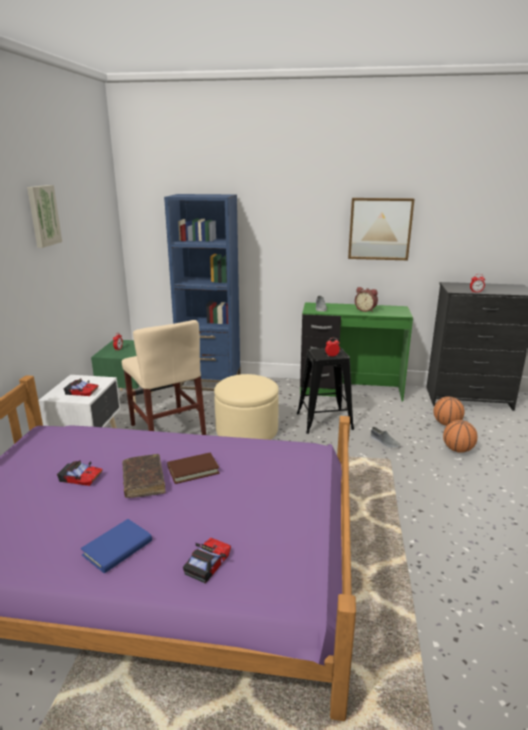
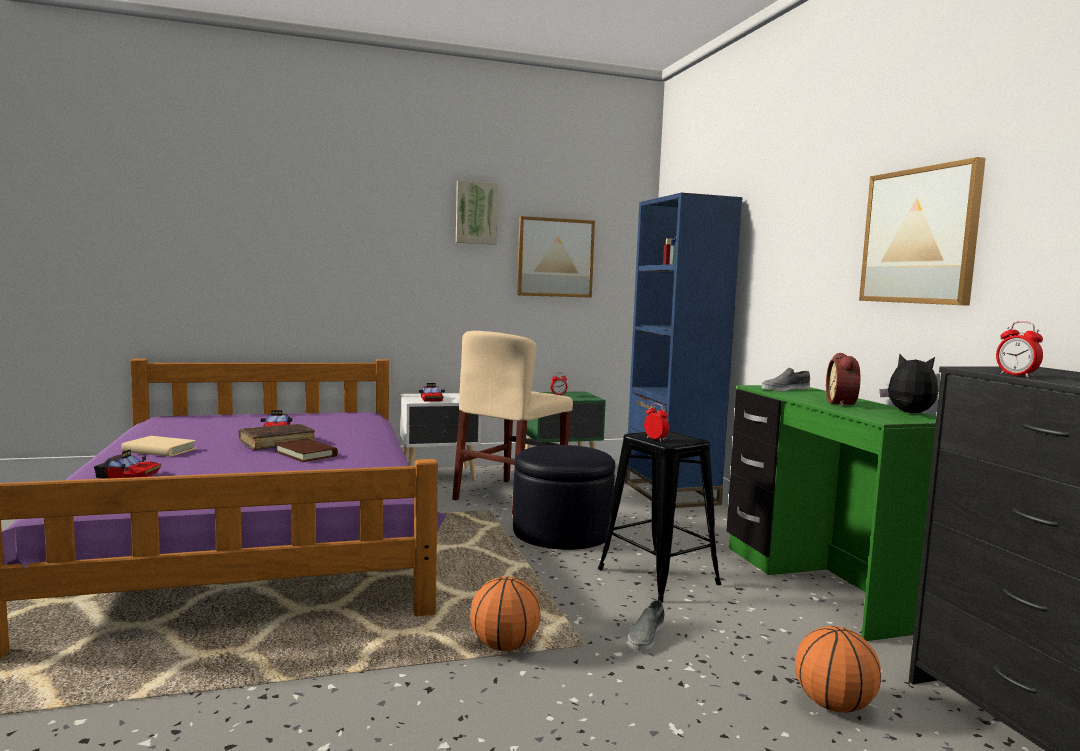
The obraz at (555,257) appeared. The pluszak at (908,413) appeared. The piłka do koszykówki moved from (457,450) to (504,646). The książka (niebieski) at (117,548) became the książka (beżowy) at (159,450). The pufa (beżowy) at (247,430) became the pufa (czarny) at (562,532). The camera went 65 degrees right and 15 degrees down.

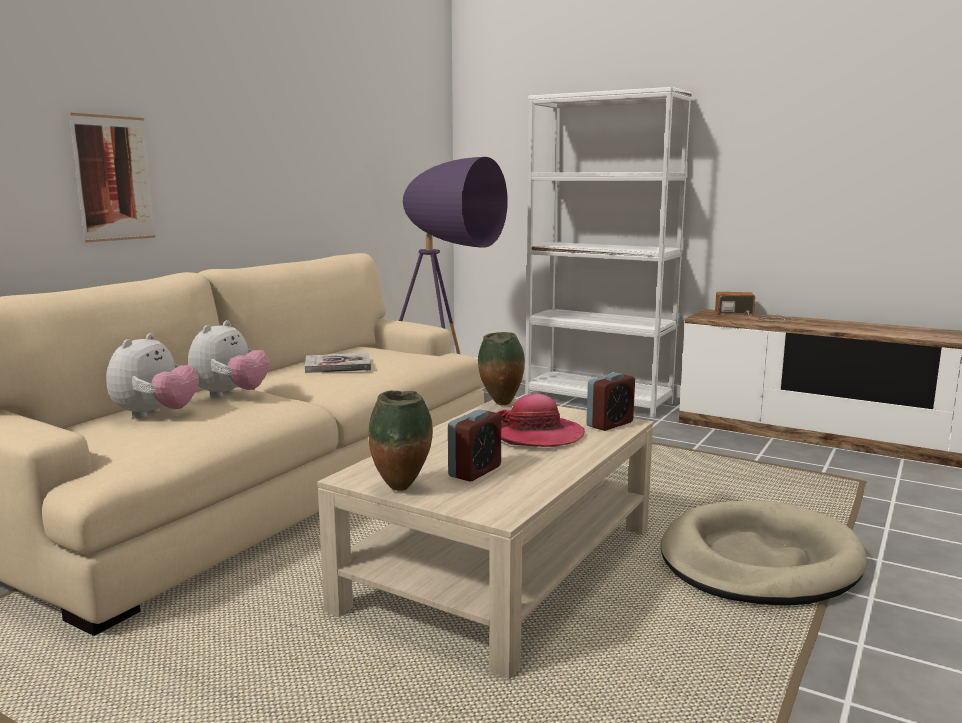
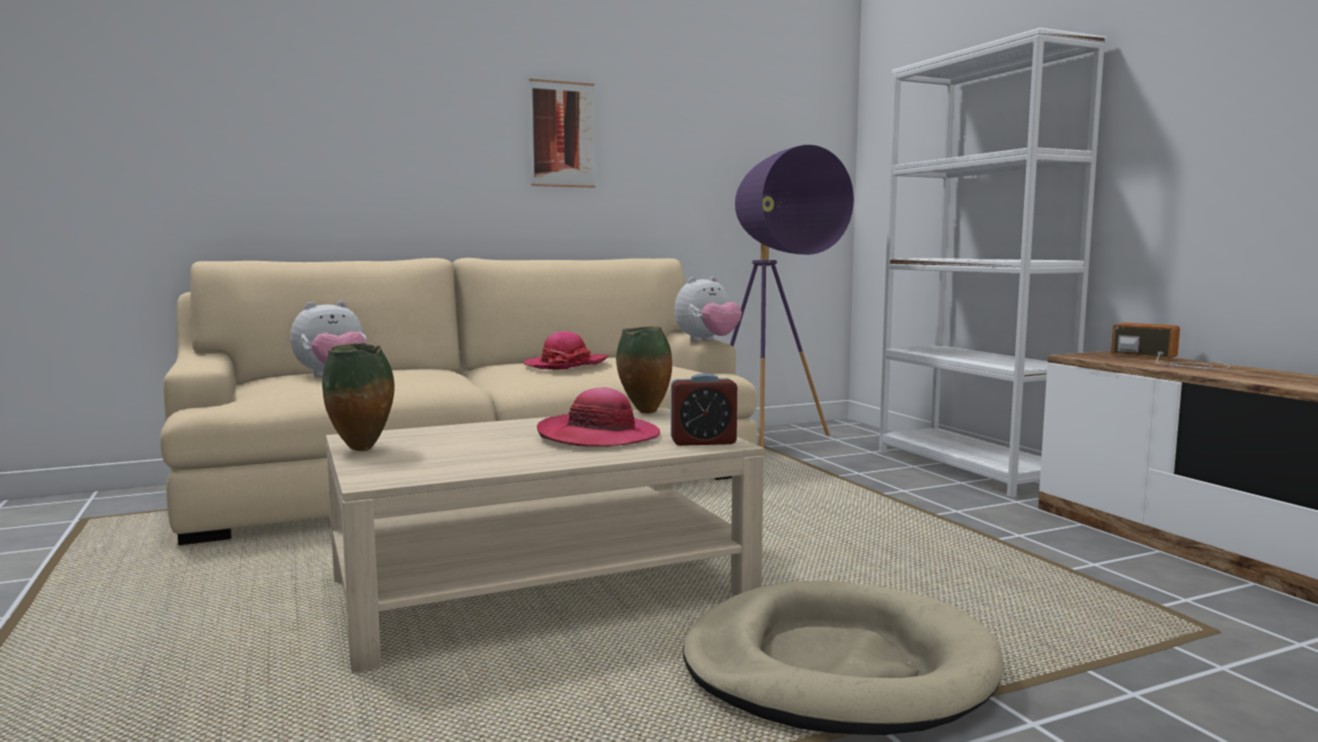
The budzik at (475,471) disappeared. The obraz moved from (113,178) to (562,134). The pluszak moved from (230,395) to (707,341). The książka at (338,365) was replaced by the kapelusz at (566,365). The camera went 35 degrees right and 5 degrees down.

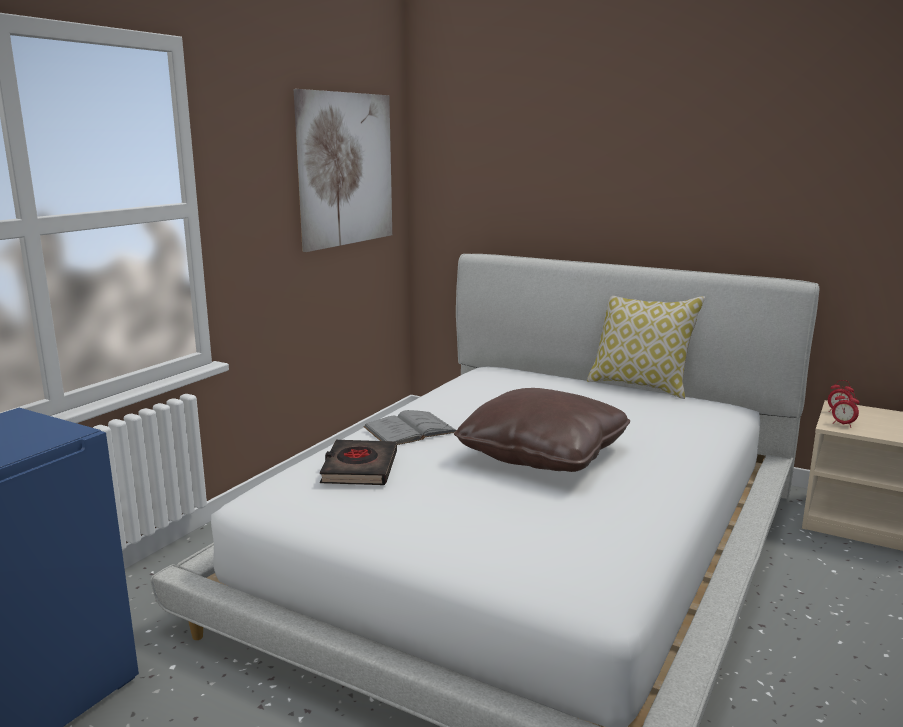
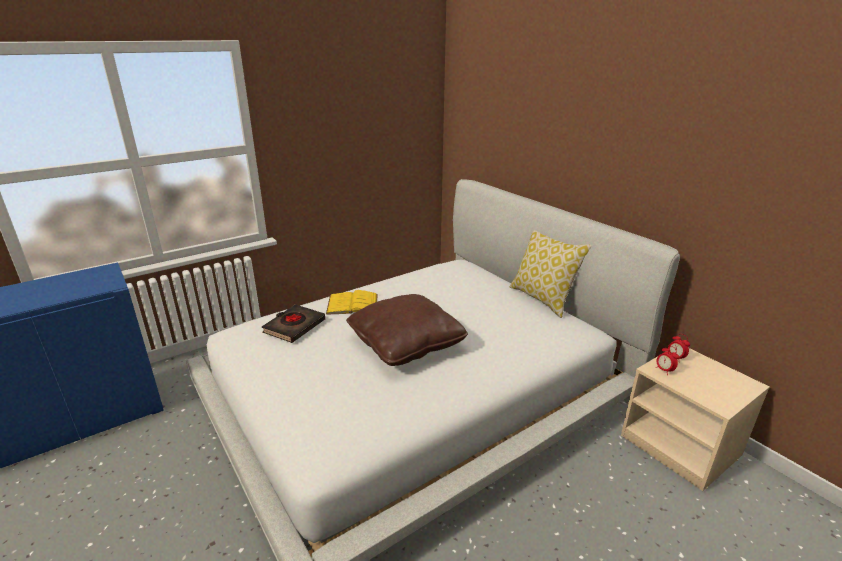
The obraz at (346,169) disappeared. The książka (szary) at (410,429) became the książka (żółty) at (352,304). The camera went 25 degrees right and 10 degrees up.

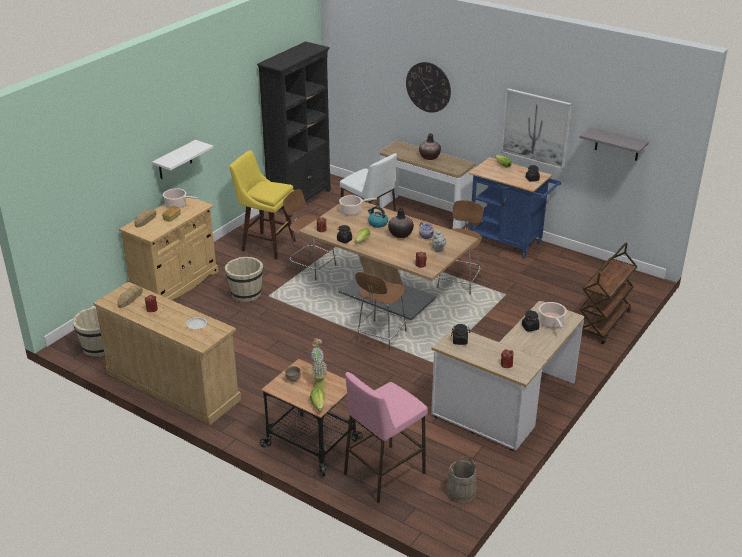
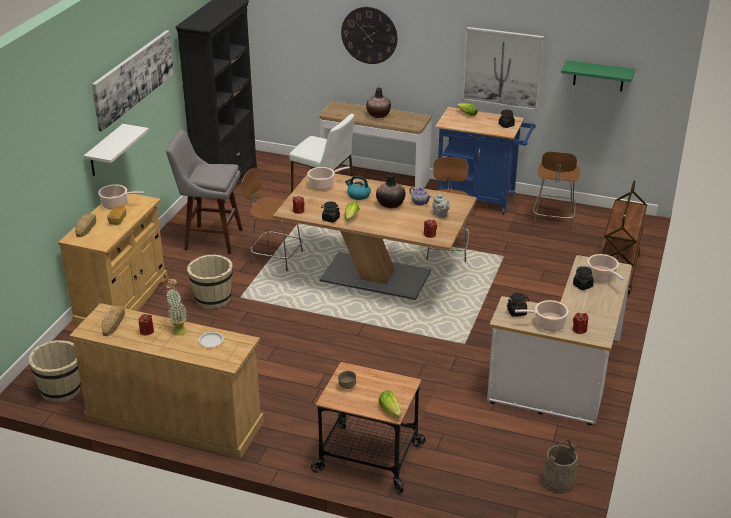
The stołek (różowy) at (384,473) disappeared. The obraz at (133,78) appeared. The garnek at (547,324) appeared. The roślina doniczkowa moved from (319,382) to (178,329). The krzesło (brązowy) moved from (380,337) to (553,219). The stołek (żółty) at (266,245) became the stołek (szary) at (210,239). The półka (szary) at (617,144) became the półka (zielony) at (598,76). The camera went 15 degrees left and 0 degrees up.

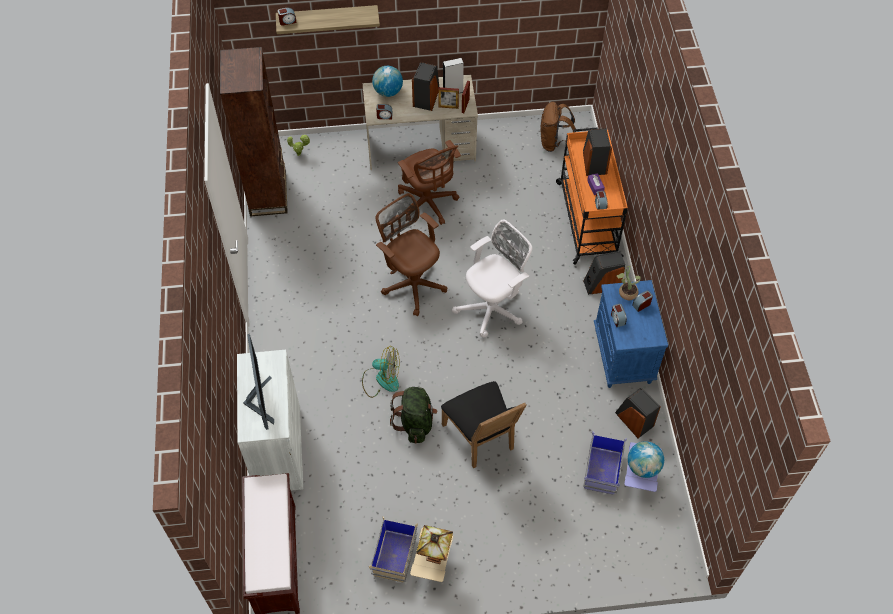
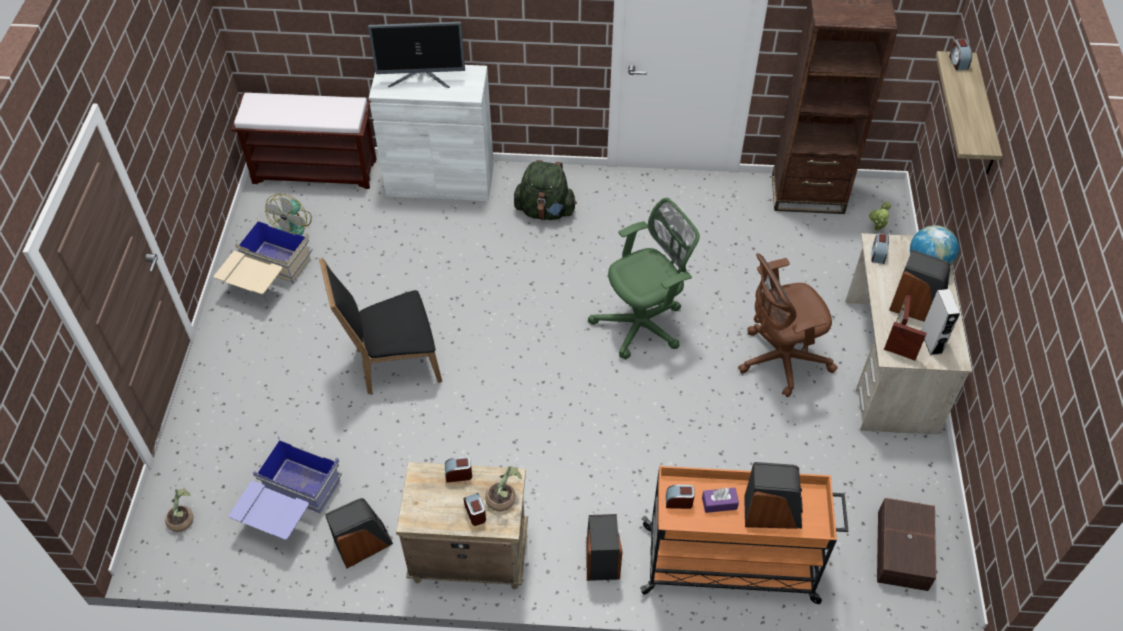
The lampa stołowa at (434,554) disappeared. The krzesło biurowe (biały) at (493,308) disappeared. The globus at (643,467) disappeared. The roślina doniczkowa at (183,518) appeared. The wentylator moved from (381,379) to (292,226). The plecak (zielony) moved from (415,422) to (545,211). The plecak (brązowy) at (554,142) was replaced by the pojemnik do przechowywania (brązowy) at (901,551). The krzesło biurowe (brązowy) at (412,283) became the krzesło biurowe (zielony) at (643,324). The szafka nocna (niebieski) at (623,357) became the szafka nocna (beżowy) at (468,556). The camera went 100 degrees right and 5 degrees down.

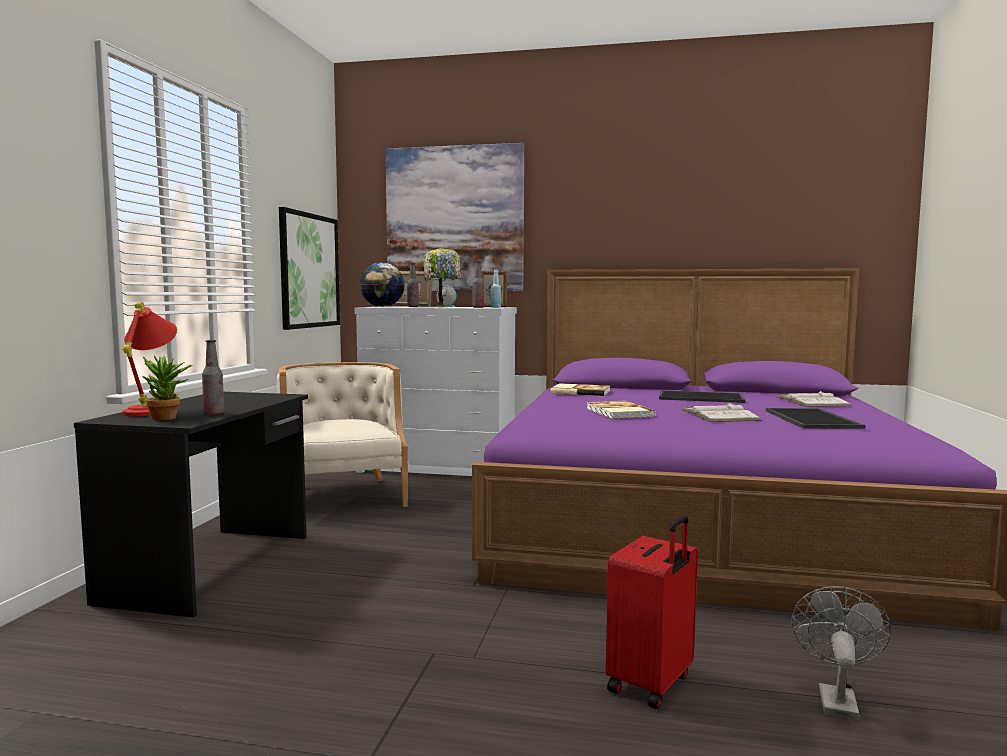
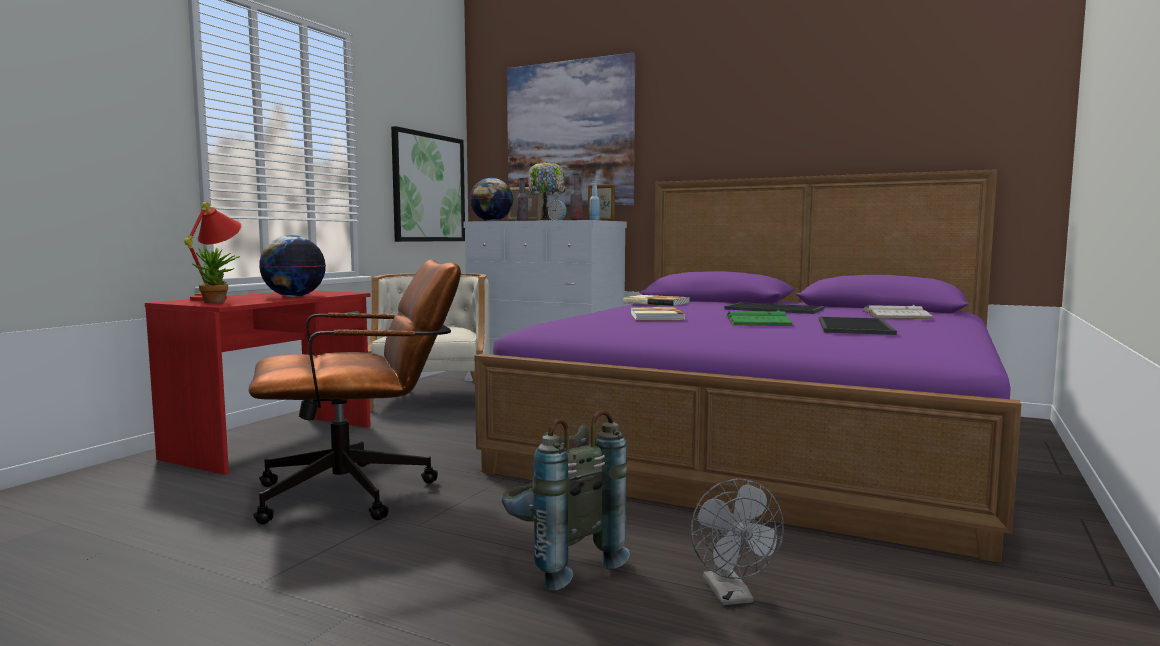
The butelka at (214,414) disappeared. The krzesło biurowe (brązowy) at (361,492) appeared. The globus at (294,296) appeared. The walizka (czerwony) at (652,684) was replaced by the plecak (szary) at (558,562). The biurko (czarny) at (213,567) became the biurko (czerwony) at (274,442). The książka (biały) at (719,415) became the książka (zielony) at (757,321). The wentylator (szary) at (835,698) turned 135 degrees clockwise. The camera went 15 degrees right and 0 degrees up.

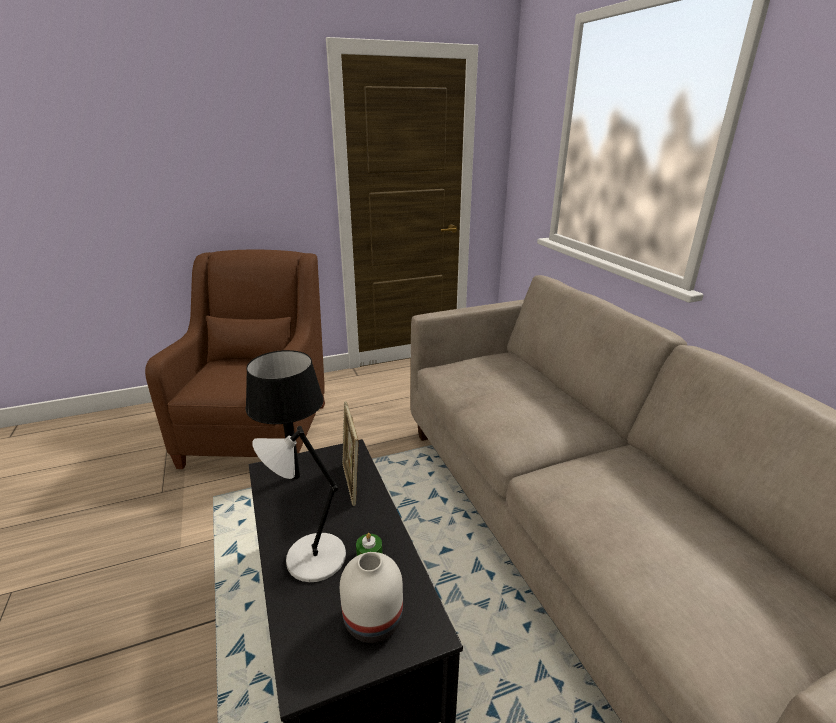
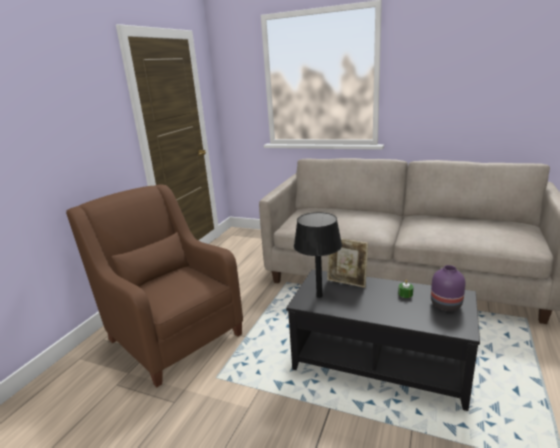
The lampa stołowa (szary) at (312,559) disappeared. The wazon (biały) at (373,619) became the wazon (fioletowy) at (445,304). The camera went 45 degrees left and 5 degrees down.

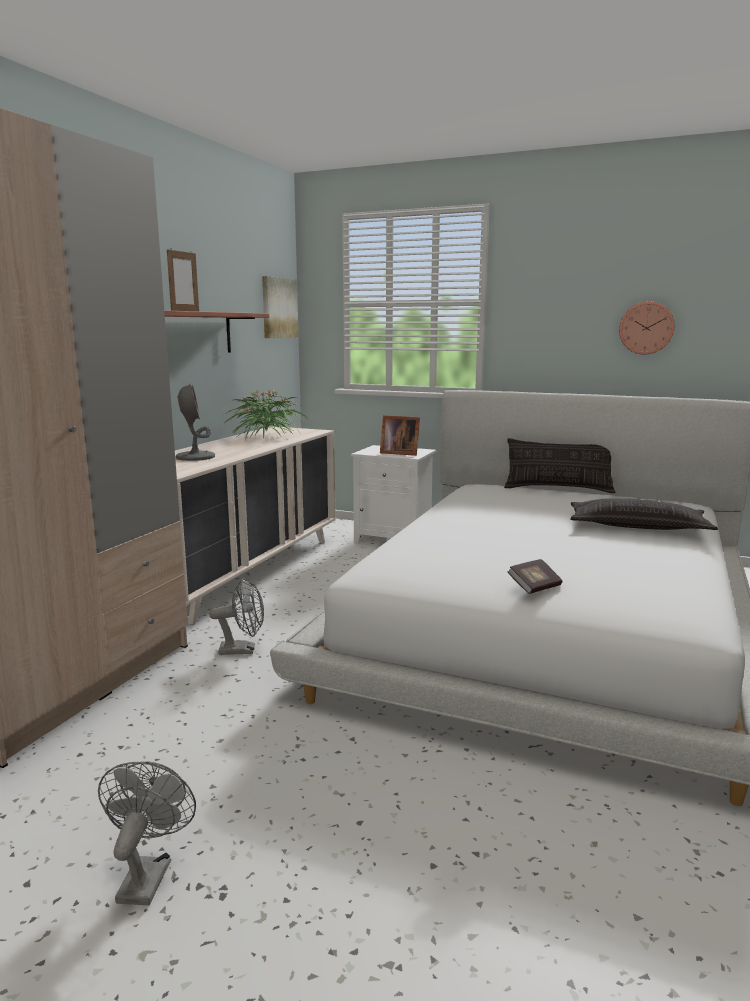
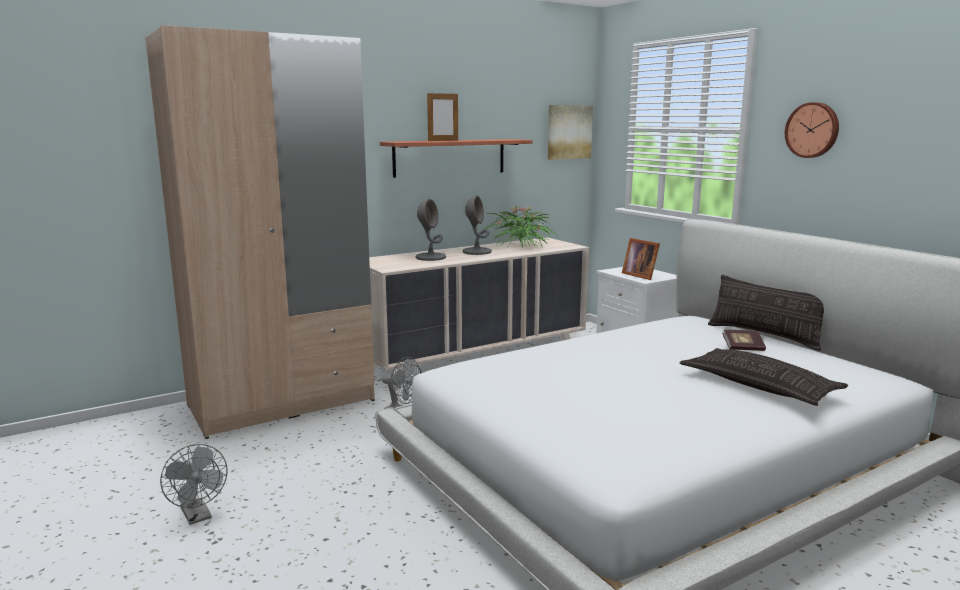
The lampa stołowa (szary) at (477,252) appeared. The książka moved from (534,587) to (743,348). The zegar ścienny moved from (646,328) to (813,130). The wentylator (szary) at (147,874) turned 105 degrees clockwise. The camera went 35 degrees right and 0 degrees up.

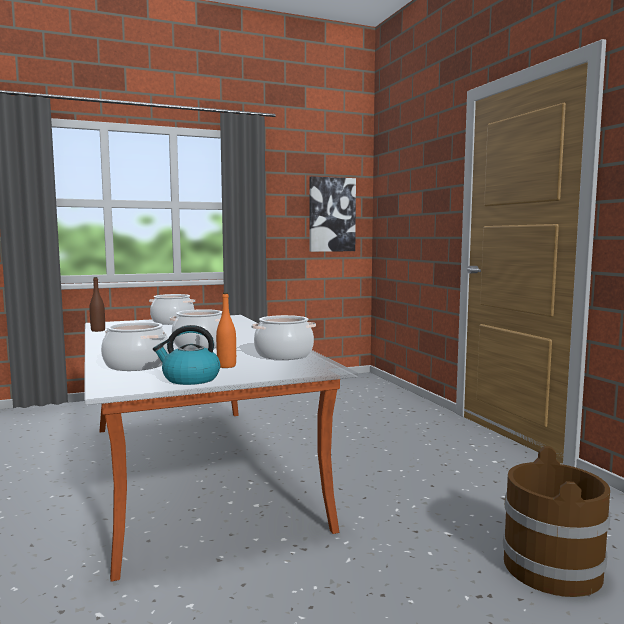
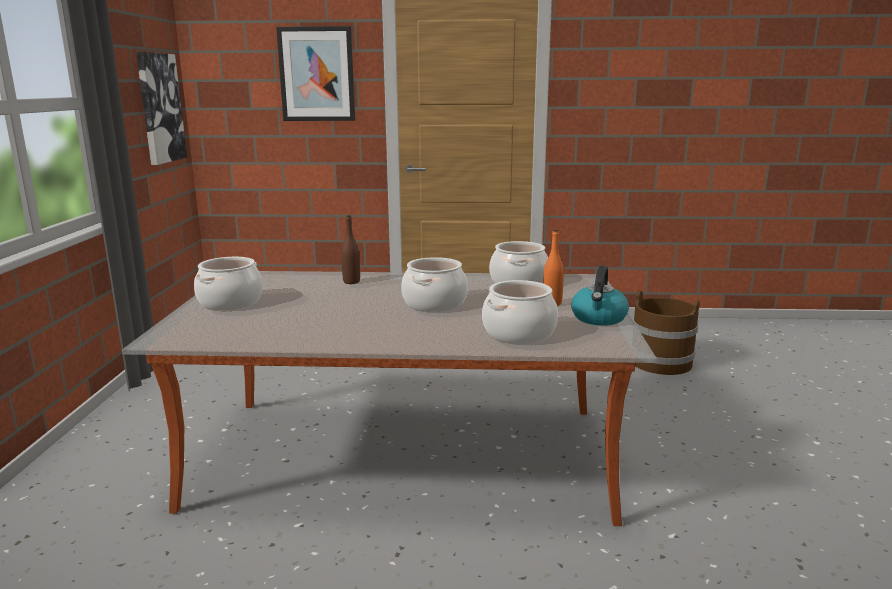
The obraz at (317,74) appeared. The butelka (brązowy) moved from (98,330) to (351,282). The camera went 65 degrees left and 10 degrees up.

